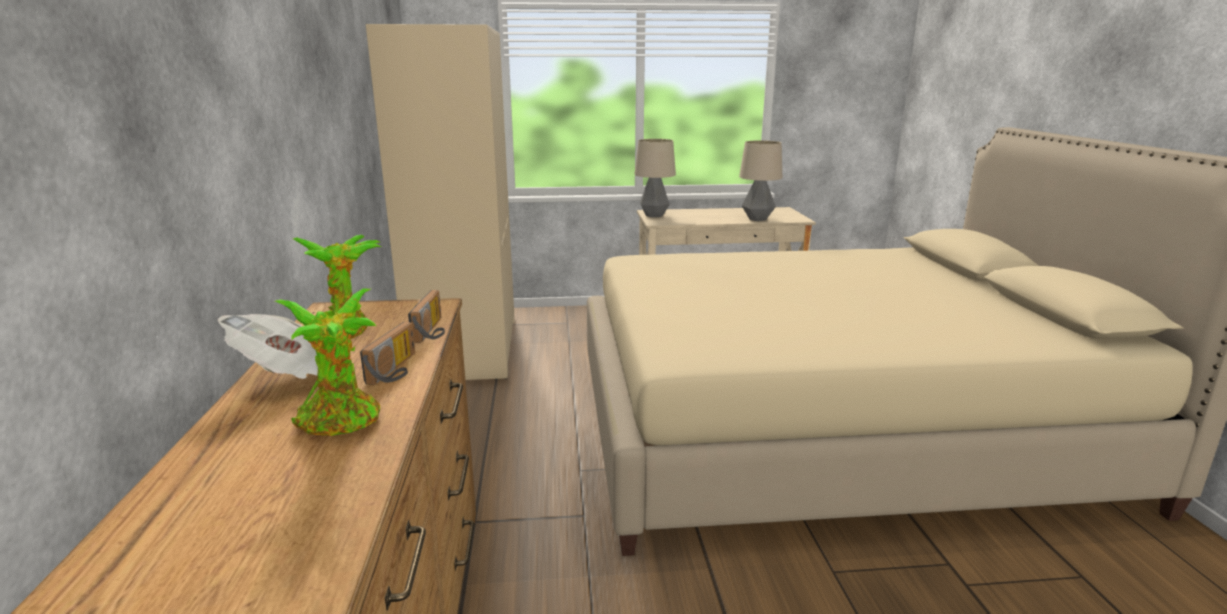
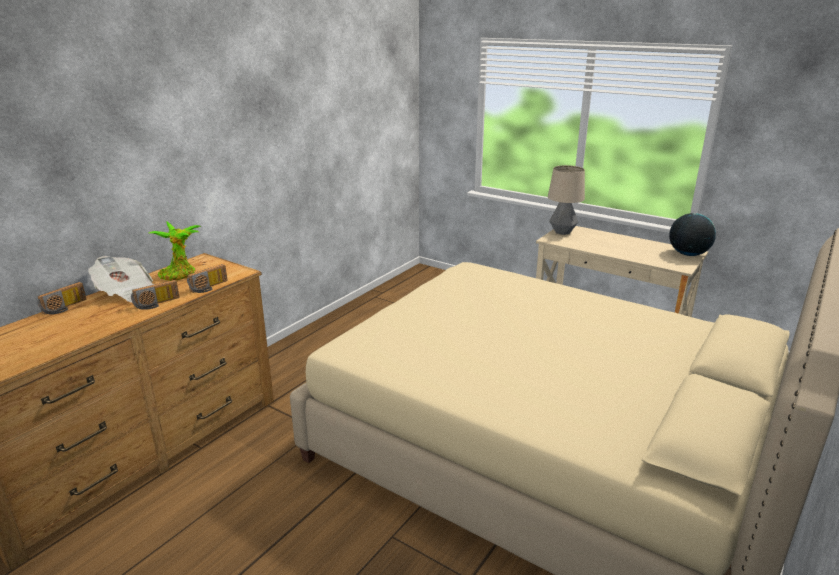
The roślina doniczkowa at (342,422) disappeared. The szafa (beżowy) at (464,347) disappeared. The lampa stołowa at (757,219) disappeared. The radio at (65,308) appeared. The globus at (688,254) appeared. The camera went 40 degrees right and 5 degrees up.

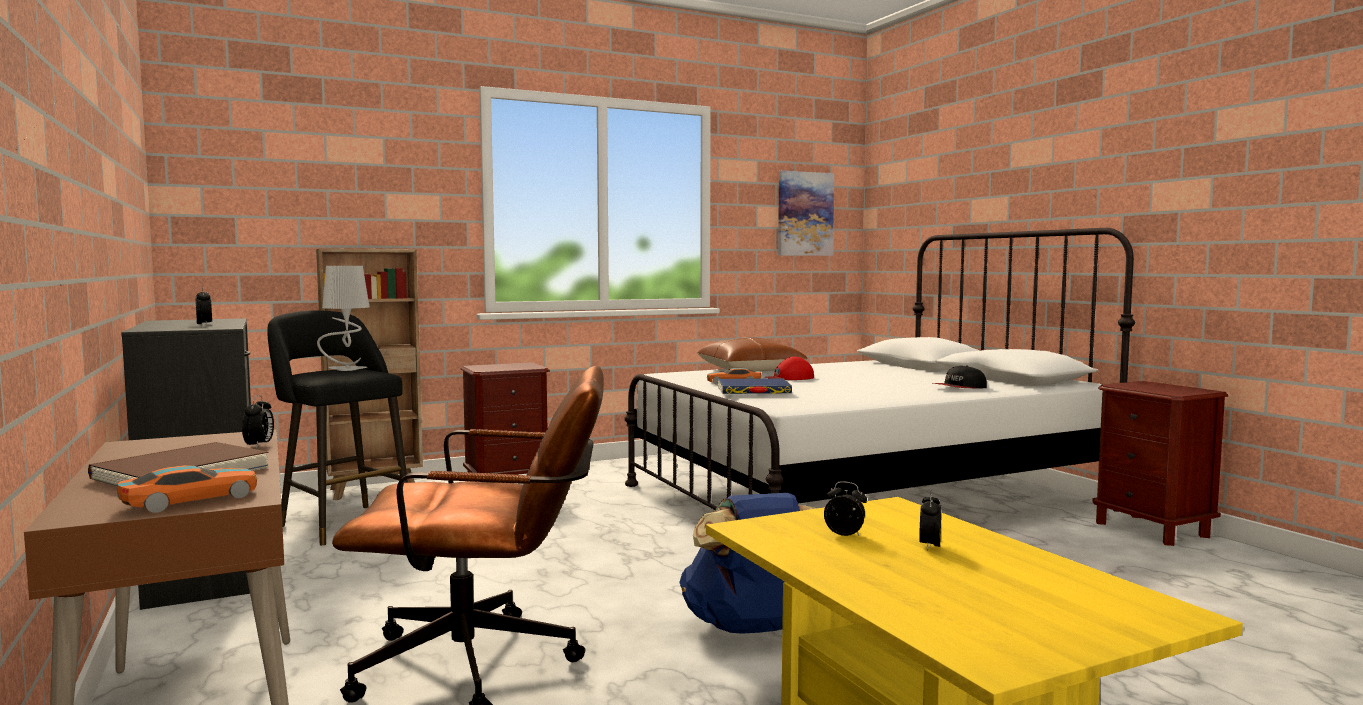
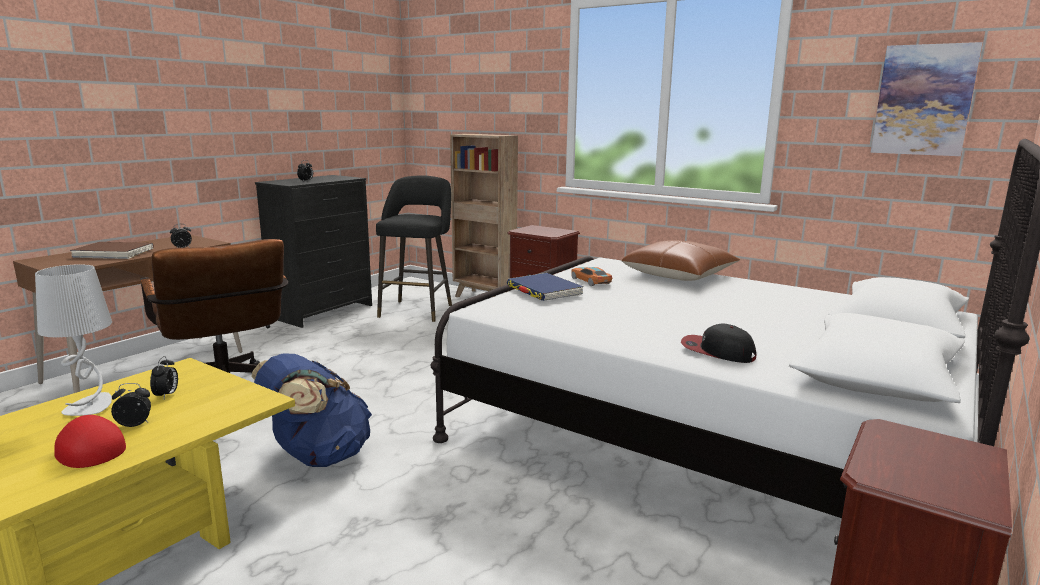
The samochodzik at (191,500) disappeared. The lampa stołowa (szary) moved from (346,369) to (90,406). The czapka z daszkiem (czerwony) moved from (790,378) to (88,448). The camera went 60 degrees right and 10 degrees up.

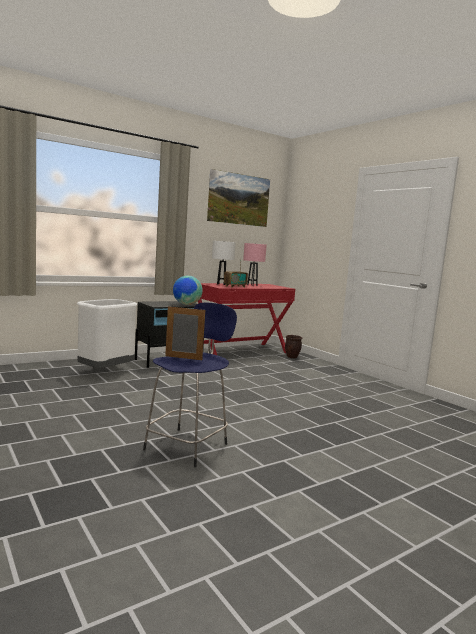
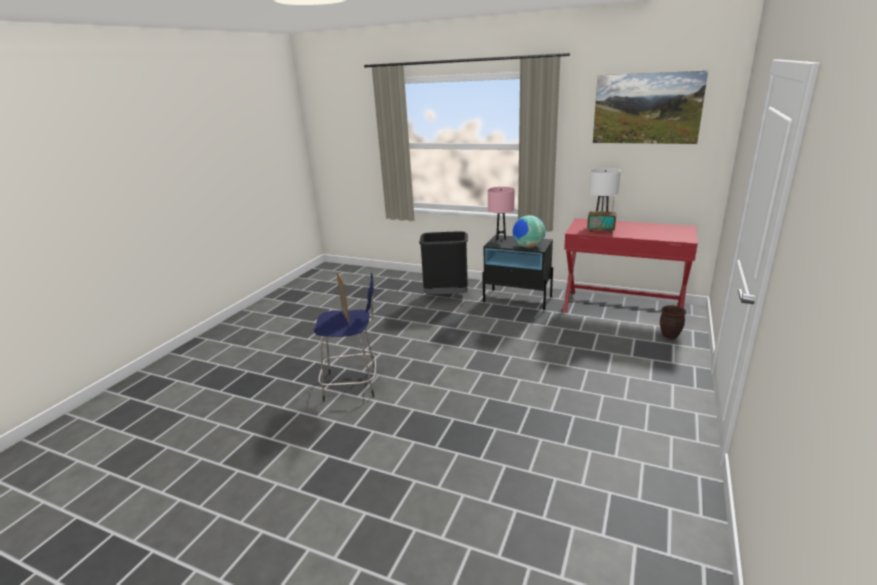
The lampa stołowa (różowy) moved from (252,285) to (501,238). The kosz na śmieci (biały) at (106,371) became the kosz na śmieci (czarny) at (446,296). The camera went 60 degrees right and 15 degrees up.

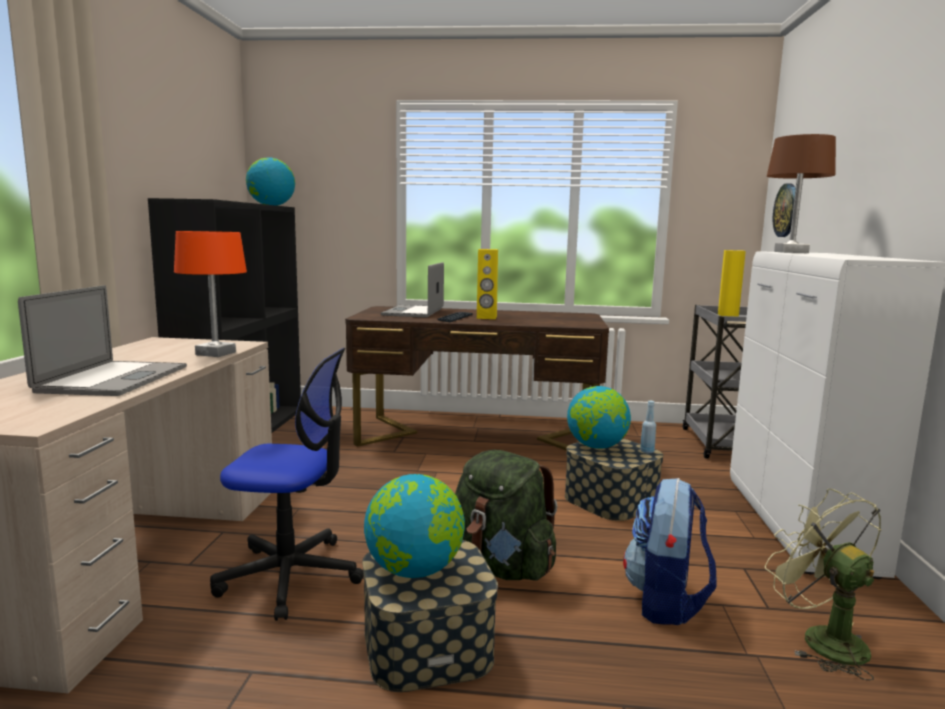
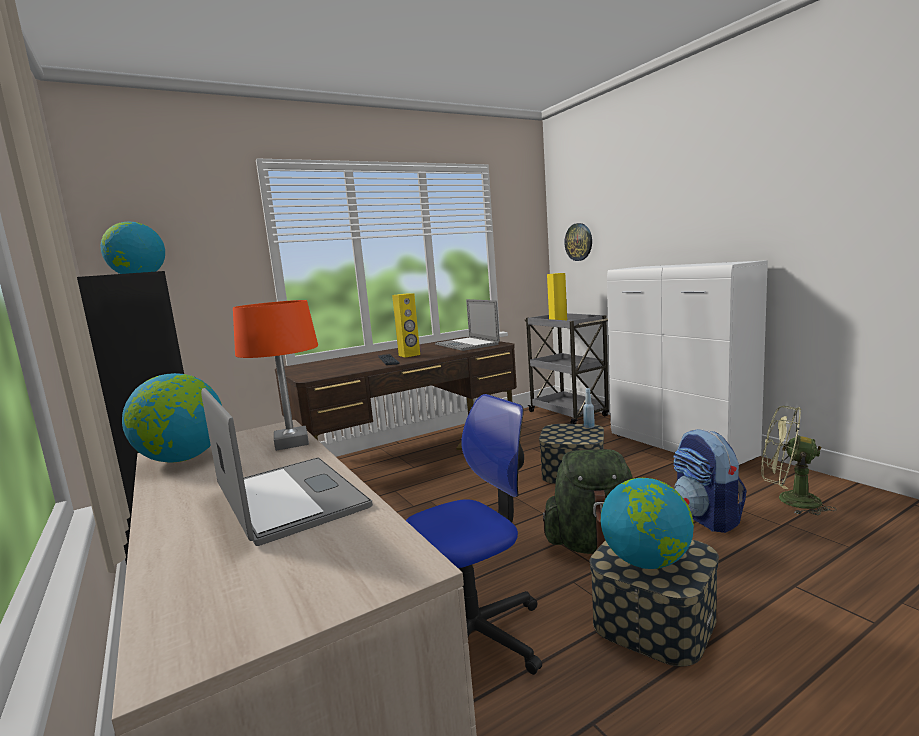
The lampa stołowa (brązowy) at (790,252) disappeared. The laptop moved from (413,312) to (466,344). The globus moved from (596,446) to (182,459). The camera went 35 degrees left and 0 degrees up.

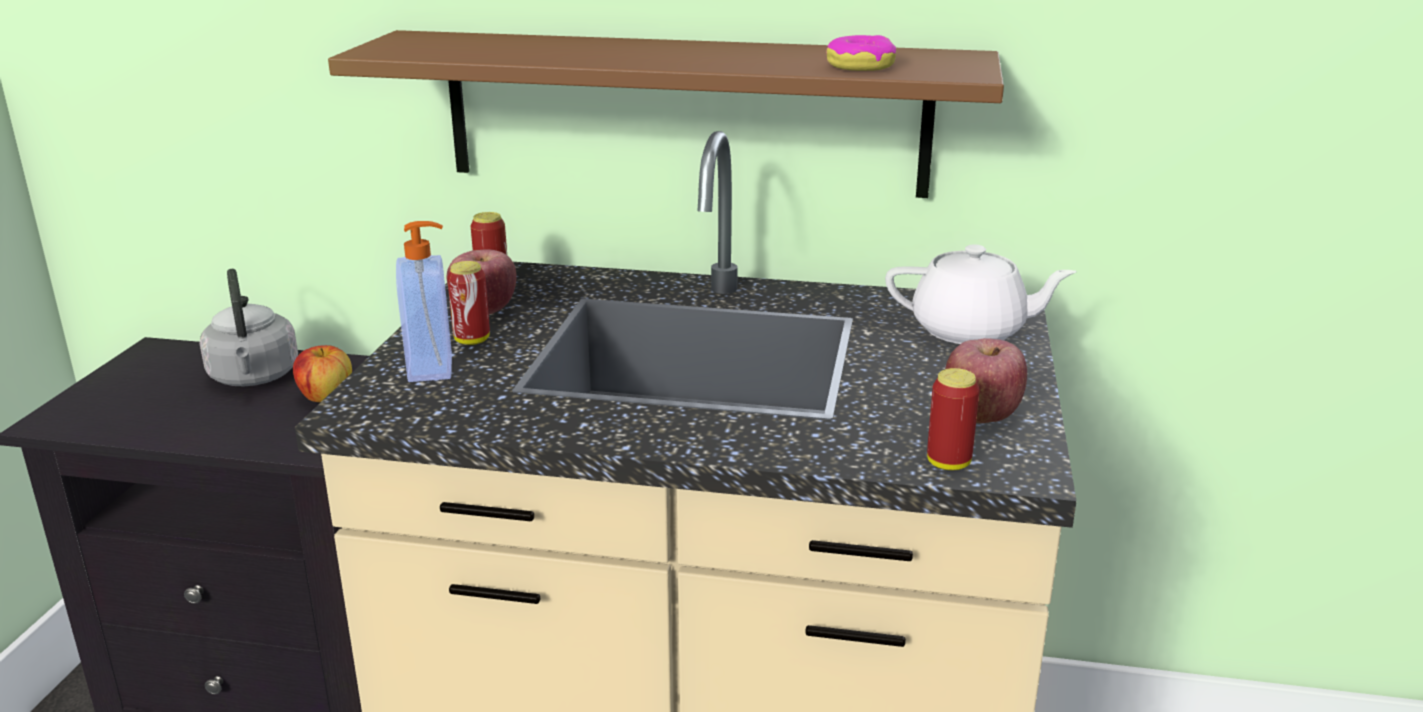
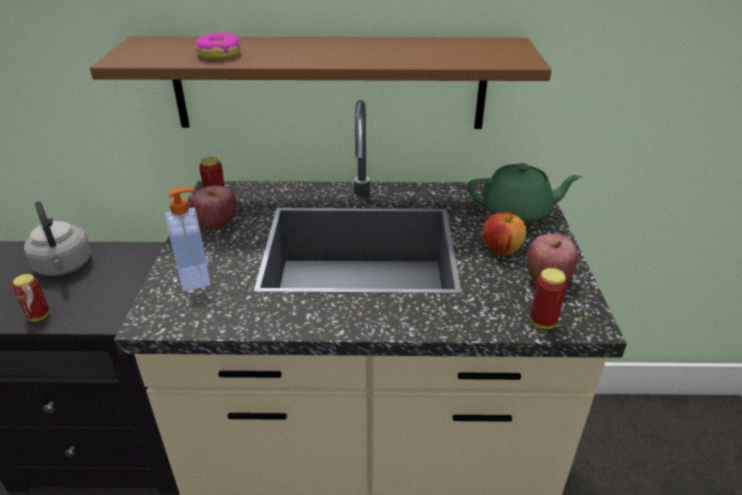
The jabłko moved from (326,397) to (501,250). The puszka moved from (472,340) to (39,316). The donut moved from (860,65) to (219,54). The imbryk (biały) at (971,331) became the imbryk (zielony) at (517,213). The camera went 10 degrees left and 10 degrees up.

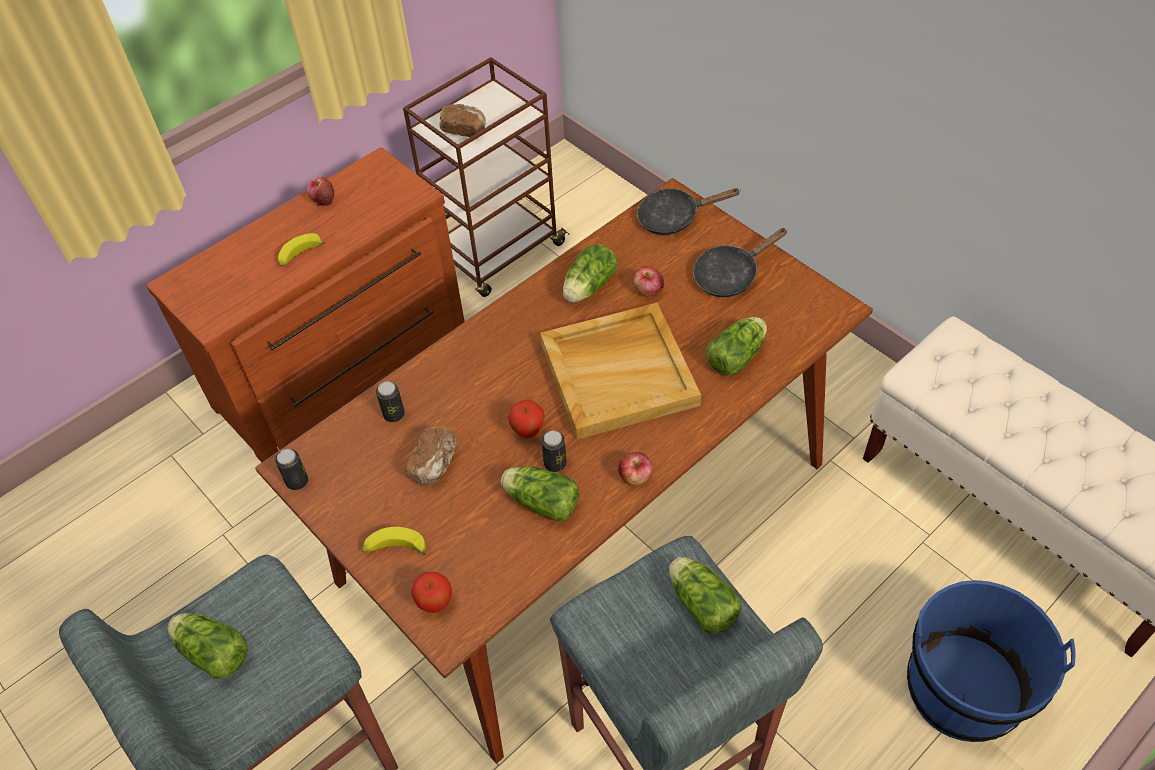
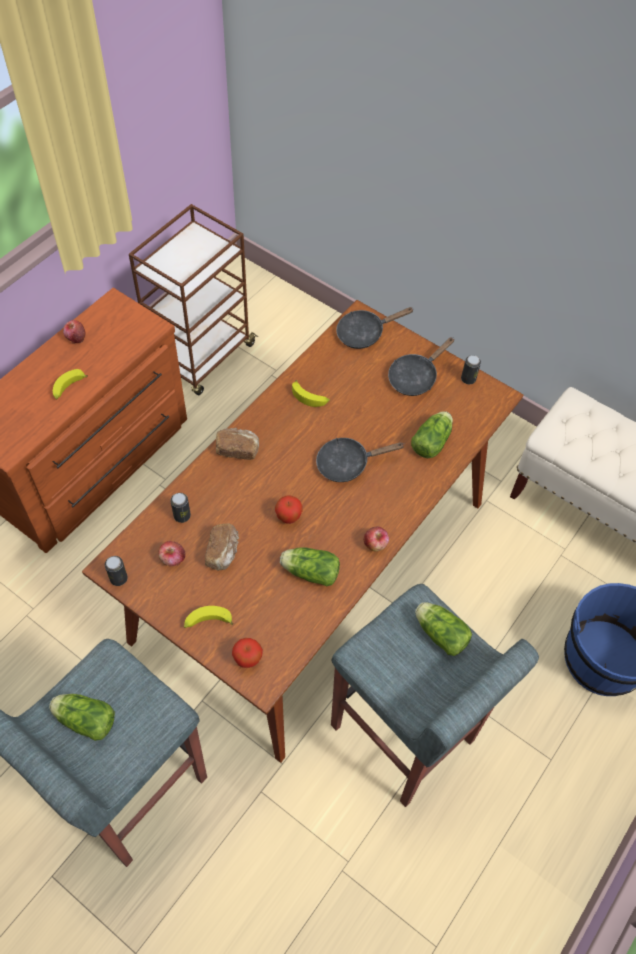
The chleb moved from (464,129) to (237,449). The puszka moved from (555,463) to (468,379). The jabłko moved from (648,290) to (173,559). The taca (beżowy) at (619,372) was replaced by the patelnia (czarny) at (347,464). The sałata at (587,288) was replaced by the banan at (310,397). The camera went 15 degrees left and 5 degrees up.

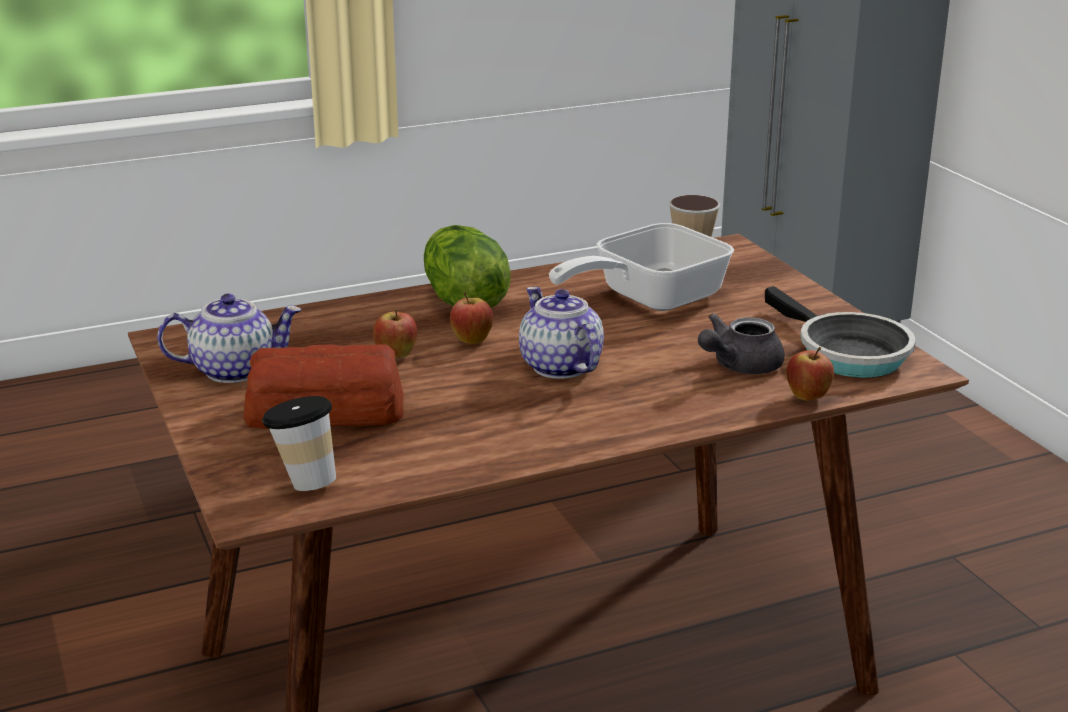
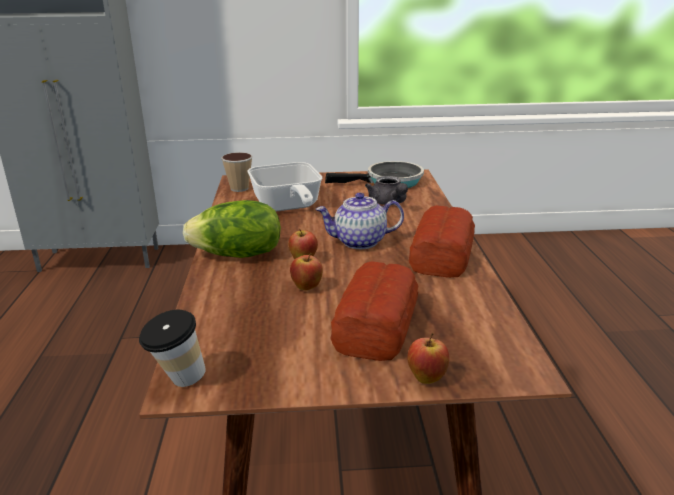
The imbryk at (235,370) disappeared. The chleb at (441,255) appeared. The filiżanka moved from (304,481) to (177,381). The jabłko moved from (808,398) to (426,378). The camera went 70 degrees left and 0 degrees up.

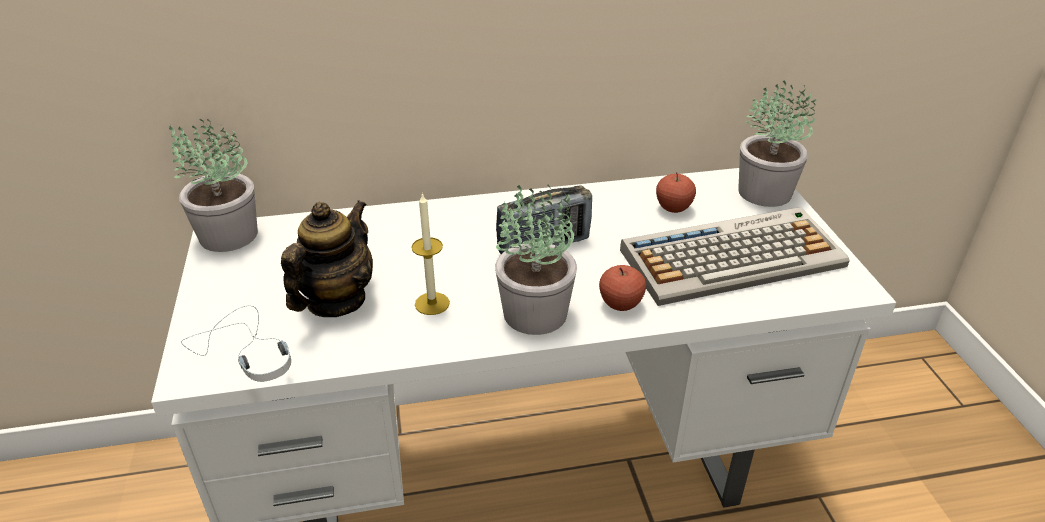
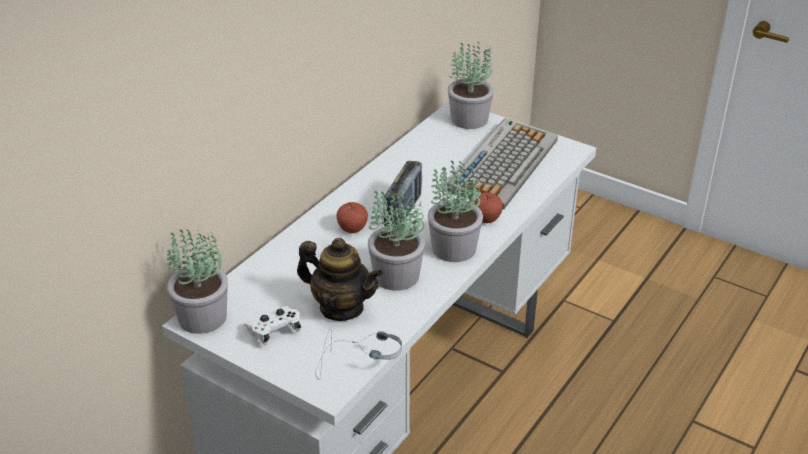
The pad do gier (biały) at (274,331) appeared. The jabłko moved from (673,208) to (352,229). The świeca at (432,303) was replaced by the roślina doniczkowa at (395,276). The imbryk at (336,301) turned 135 degrees clockwise. The camera went 45 degrees left and 0 degrees up.

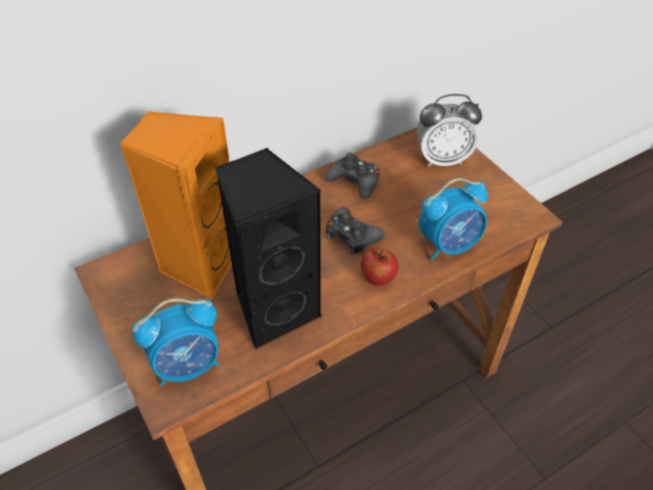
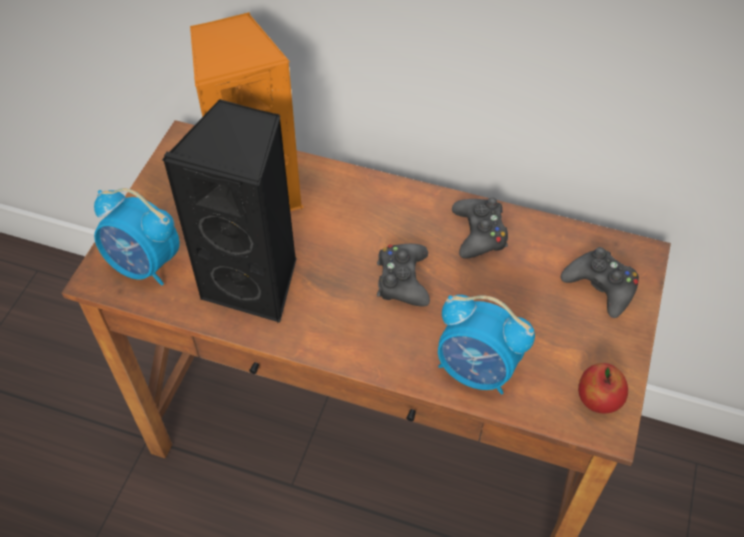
The jabłko moved from (378,278) to (598,401). The budzik at (442,159) was replaced by the pad do gier (czarny) at (601,286). The camera went 50 degrees right and 5 degrees up.

